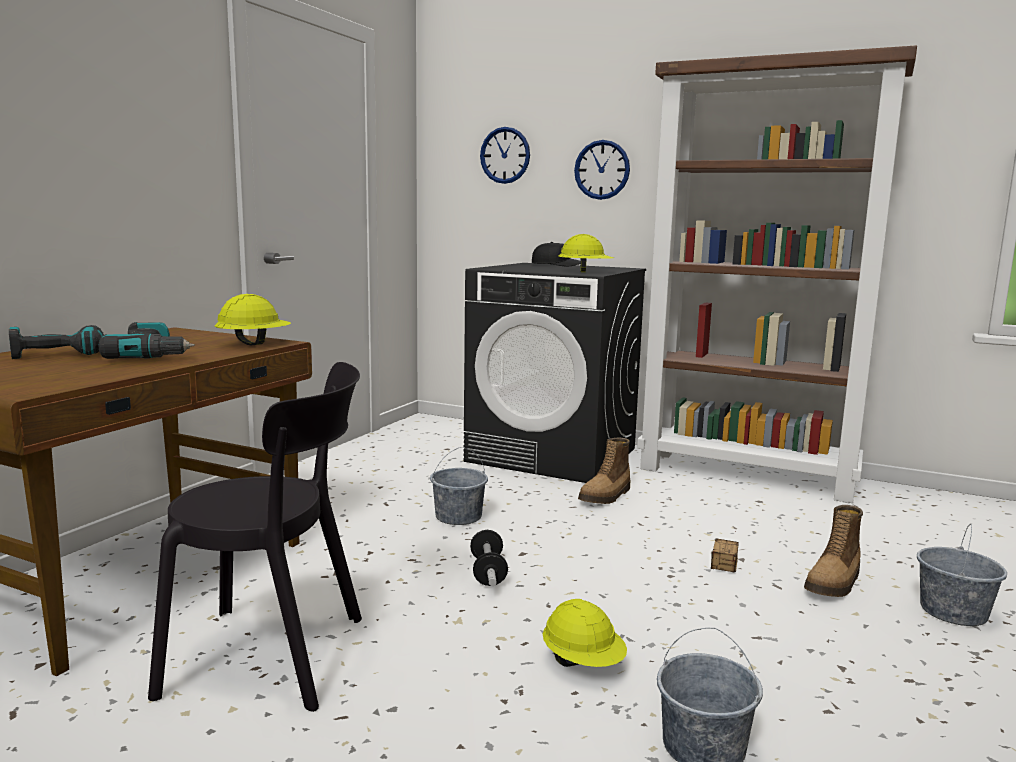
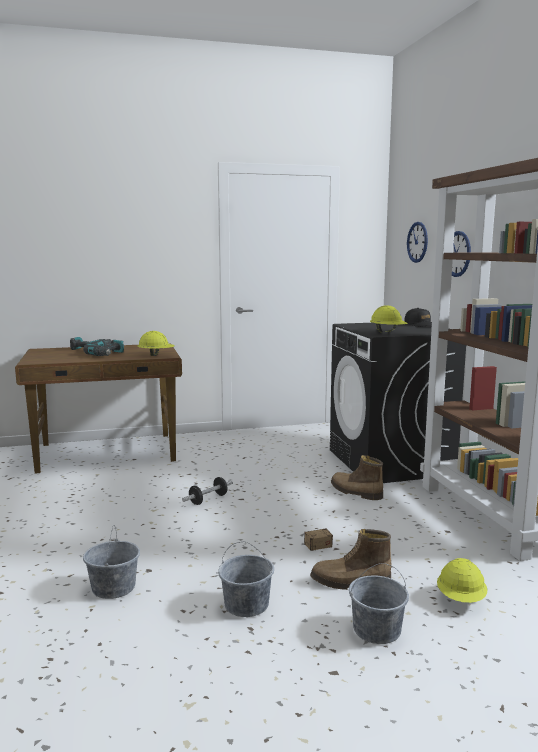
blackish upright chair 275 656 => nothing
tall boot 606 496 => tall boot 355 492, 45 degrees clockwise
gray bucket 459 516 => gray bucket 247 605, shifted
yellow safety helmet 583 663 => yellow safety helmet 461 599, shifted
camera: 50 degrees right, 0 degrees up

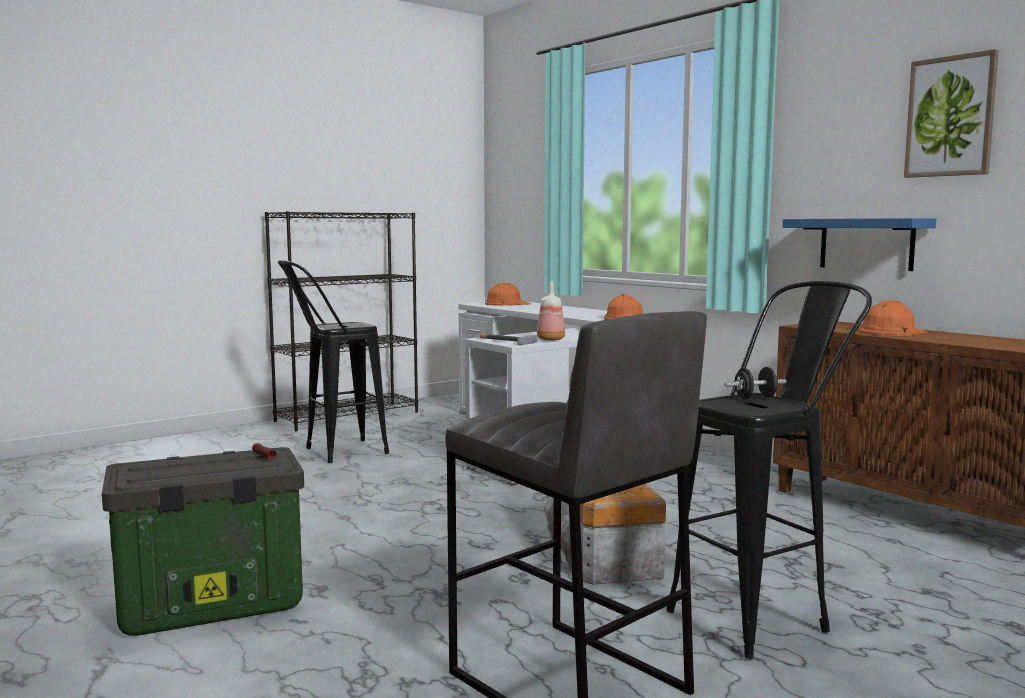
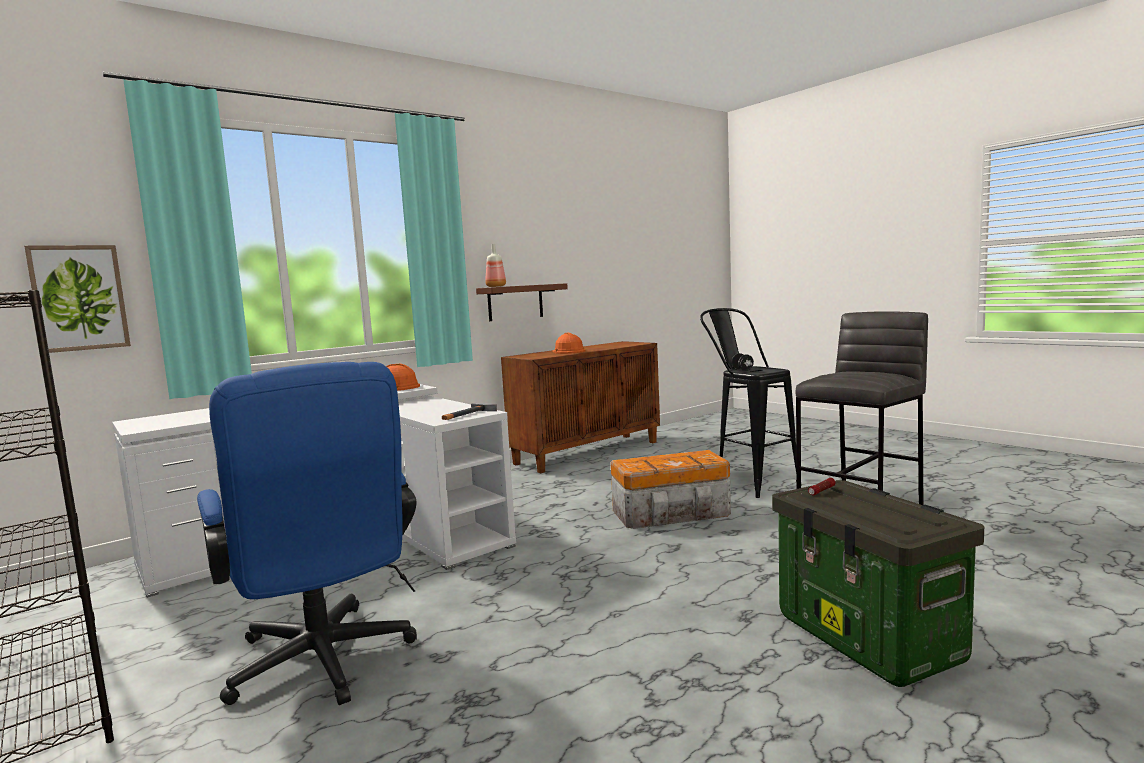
wall picture 950 116 => wall picture 79 298, shifted
blue wall shelf 866 244 => brown wall shelf 515 302
blackish stool 334 453 => blue desk chair 324 666
drink bottle 550 339 => drink bottle 495 286, shifted
orange-coloured safety helmet 506 303 => nothing
camera: 90 degrees left, 0 degrees up

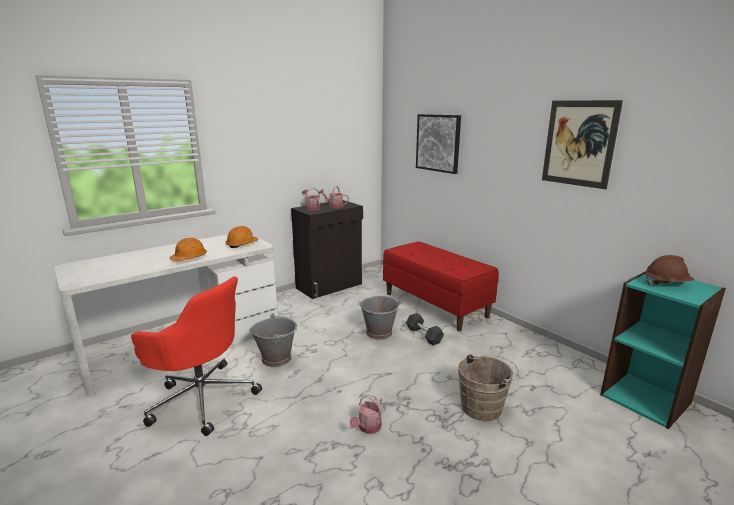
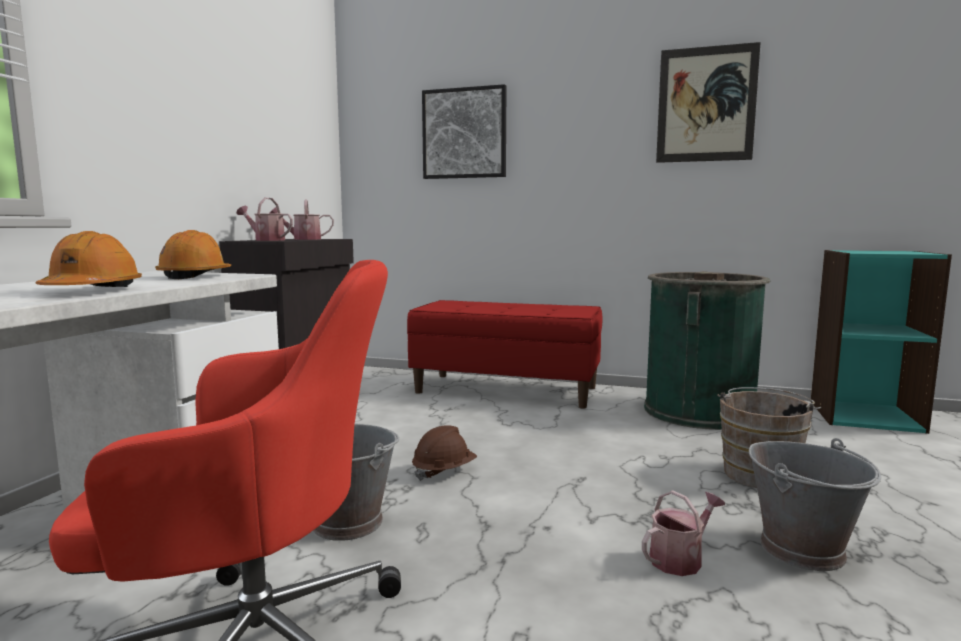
brown safety helmet 666 284 => brown safety helmet 444 471, shifted
gray bucket 379 333 => gray bucket 803 549, shifted
gray dumbbell 424 335 => nothing
sprinkling can 367 428 => sprinkling can 680 559, 120 degrees counterclockwise
nothing => green waste bin 699 411
camera: 35 degrees left, 10 degrees down

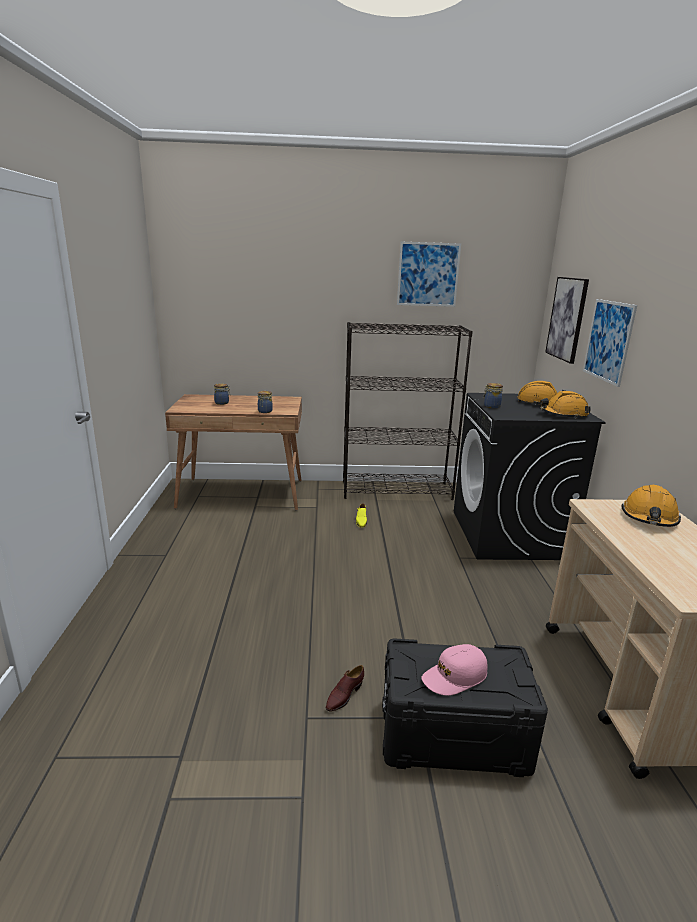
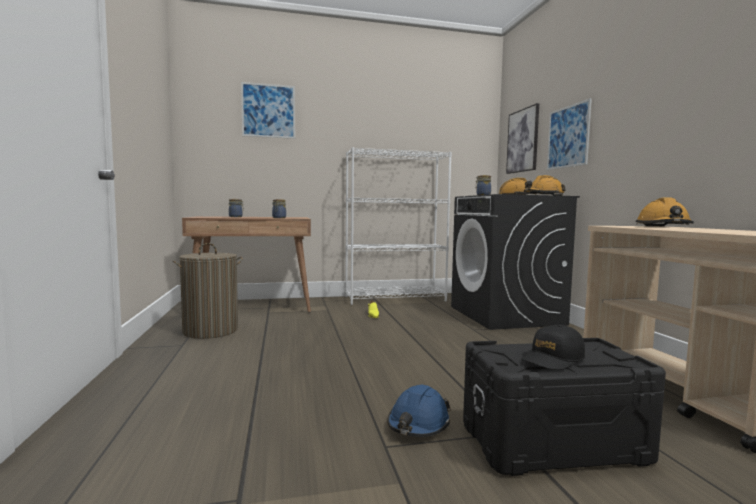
wall picture 428 274 => wall picture 268 111, shifted
blackish bookcase 397 490 => white-coloured bookcase 395 298
pinkish peaked cap 454 676 => blackish peaked cap 553 359
brown shoe 344 695 => blue safety helmet 418 424
nothing => laundry basket 210 331
camera: 10 degrees left, 15 degrees down

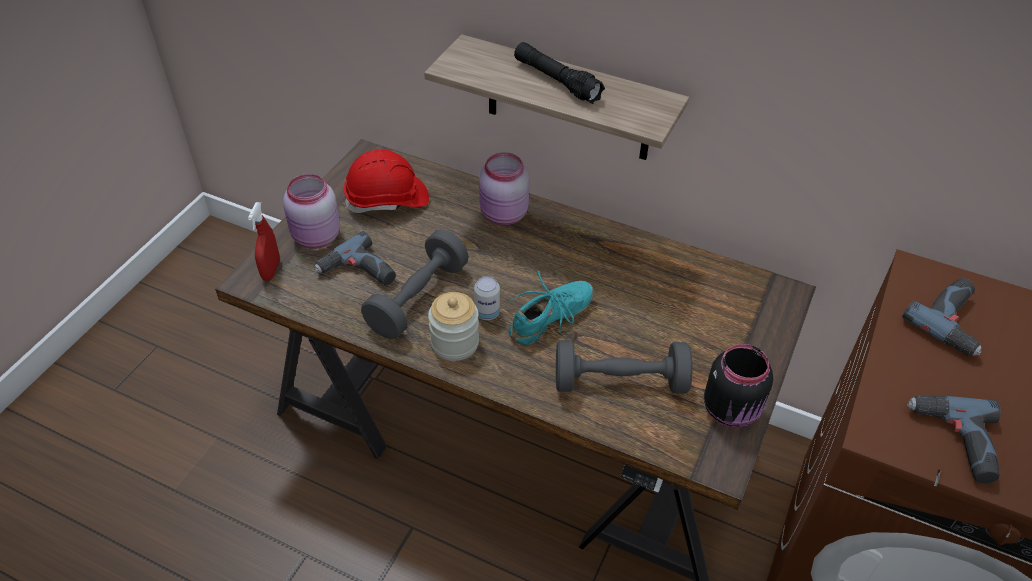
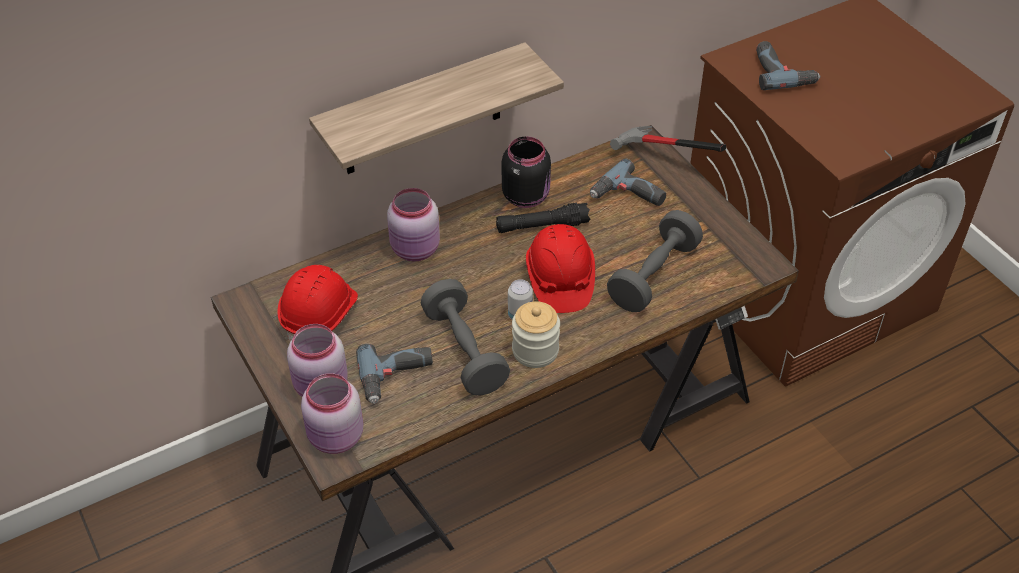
blackish flashlight 556 81 => blackish flashlight 542 226, shifted
red-coloured sprayer 271 271 => pinkish storage jar 336 438
blue-green shoe 551 319 => red-coloured safety helmet 559 280
blackish storage jar 732 410 => blackish storage jar 527 196, shifted
drill 954 442 => drill 628 196, shifted
nothing => tool hammer 661 160
camera: 55 degrees left, 0 degrees up

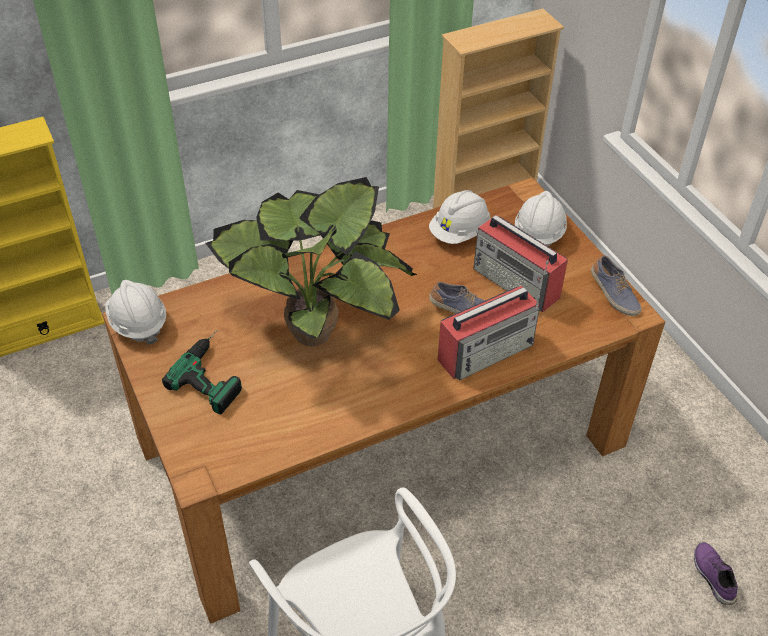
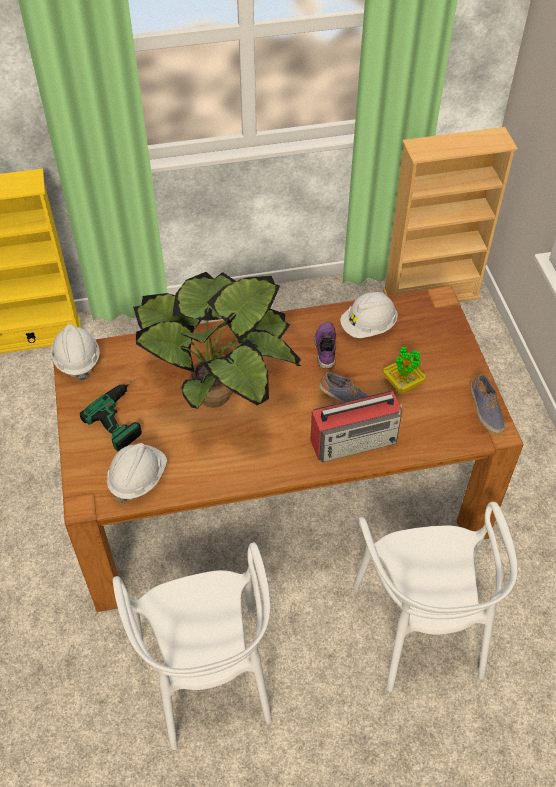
white-coloured safety helmet 539 233 => white-coloured safety helmet 138 479, shifted
radio 516 283 => potted plant 402 383
purple shoe 712 576 => purple shoe 325 348, shifted
nothing => white-coloured upright chair 421 626
camera: 15 degrees right, 5 degrees up

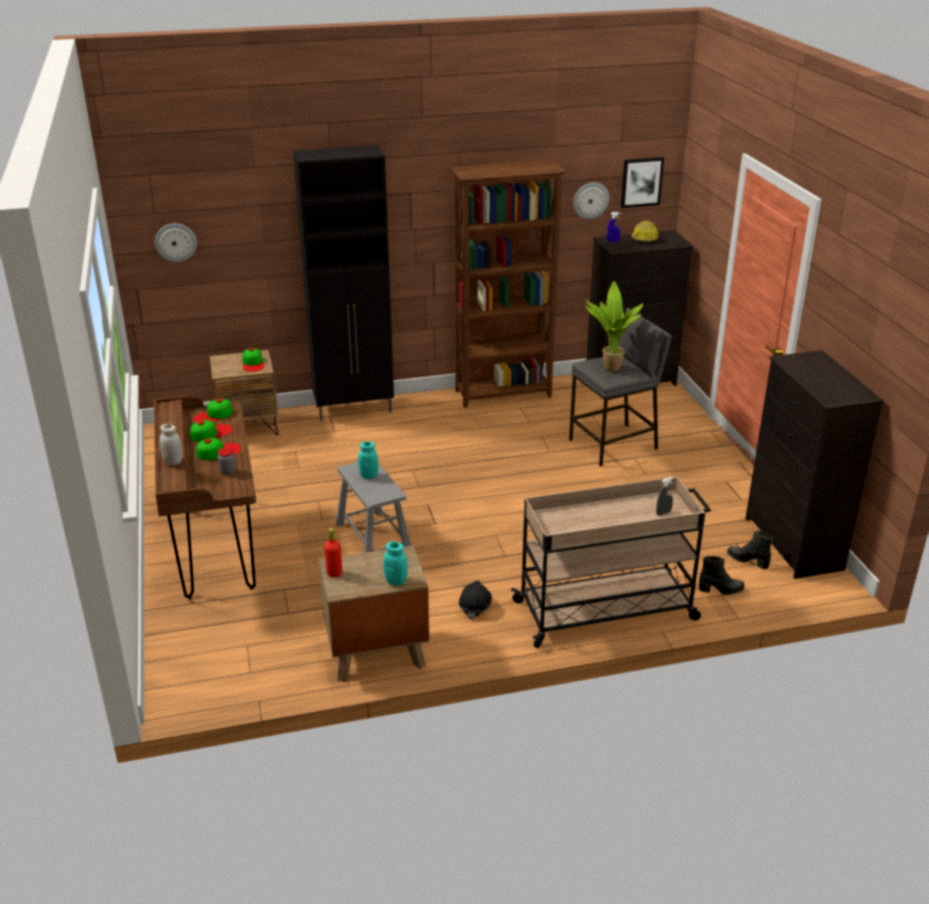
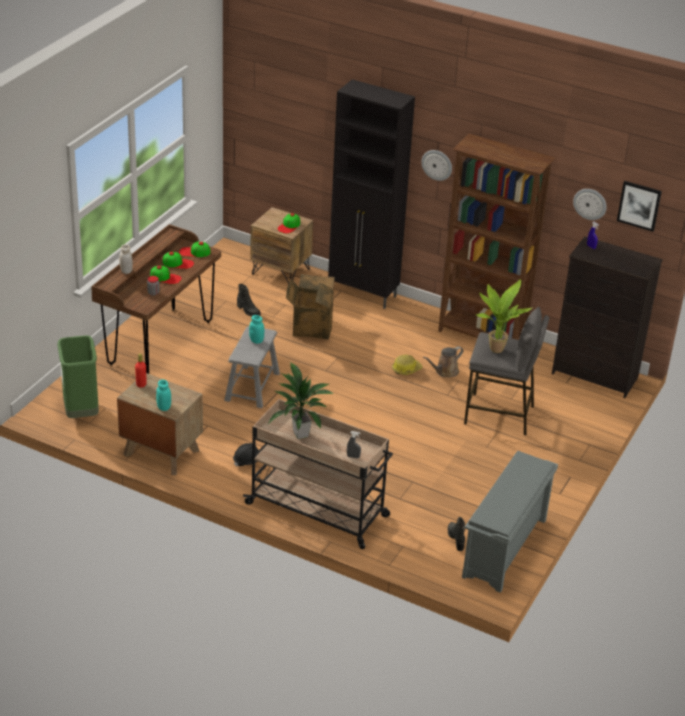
safety helmet 645 238 => safety helmet 406 369, shifted
hanging clock 175 242 => hanging clock 437 164, shifted
blackish dresser 792 544 => gray shoe shelf 505 549
blackish tall boot 721 590 => blackish tall boot 248 311, shifted
nothing => cardboard box 310 327
nothing => green waste bin 81 413
nothing => brown sprinkling can 445 372
nothing => potted plant 301 434
camera: 40 degrees right, 5 degrees up

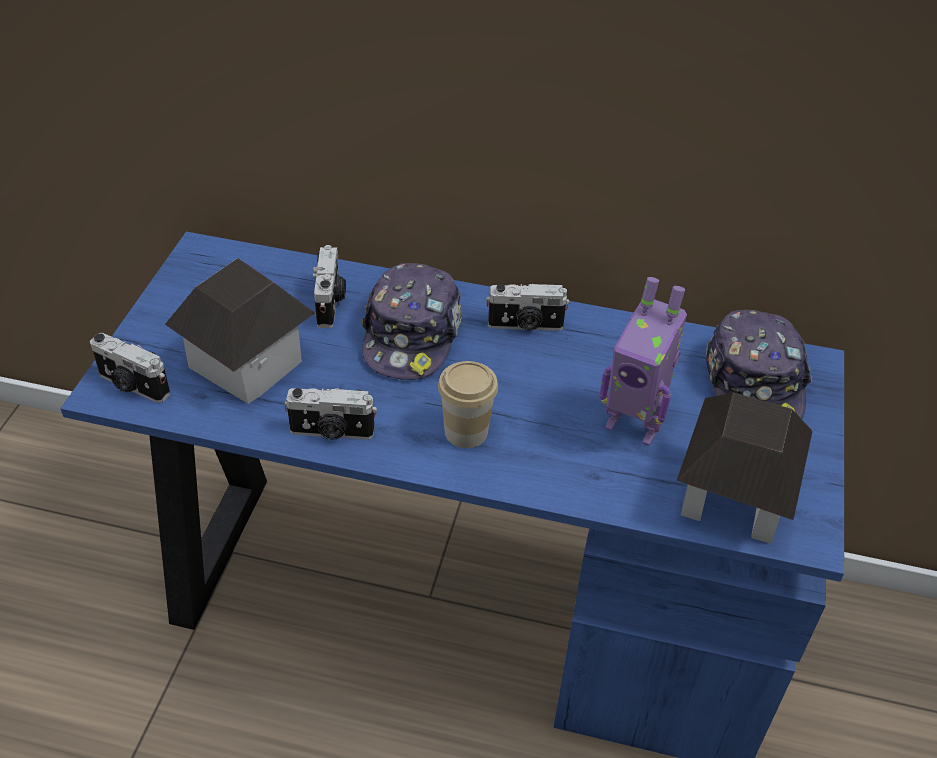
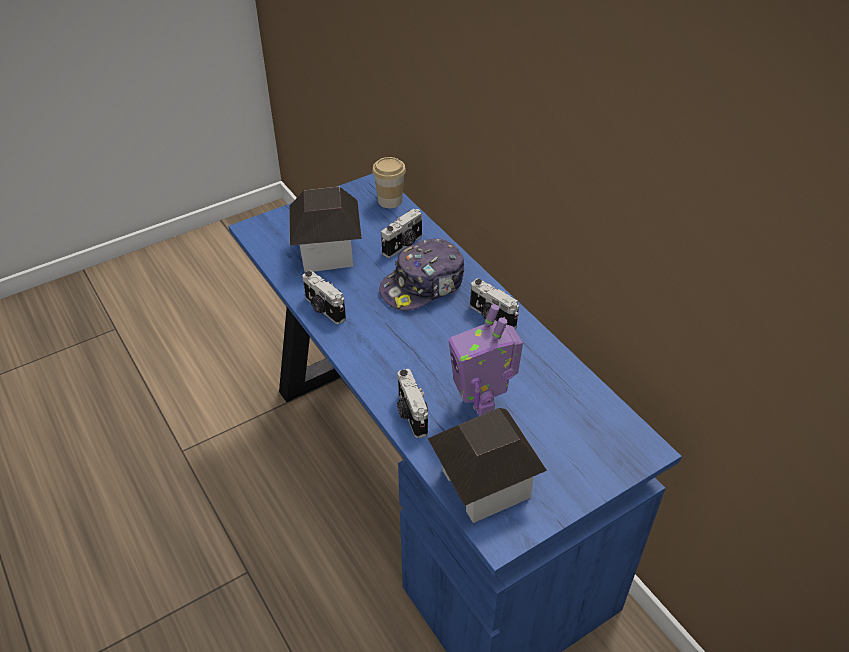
peaked cap 754 384 => nothing
still camera 132 386 => still camera 410 414, shifted
drinking cup 466 432 => drinking cup 390 201, shifted
camera: 45 degrees right, 0 degrees up

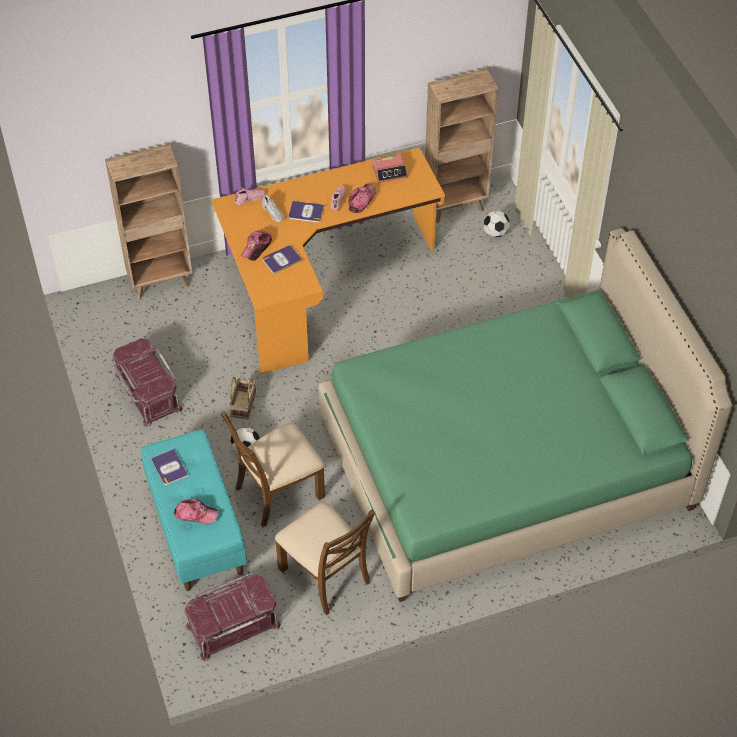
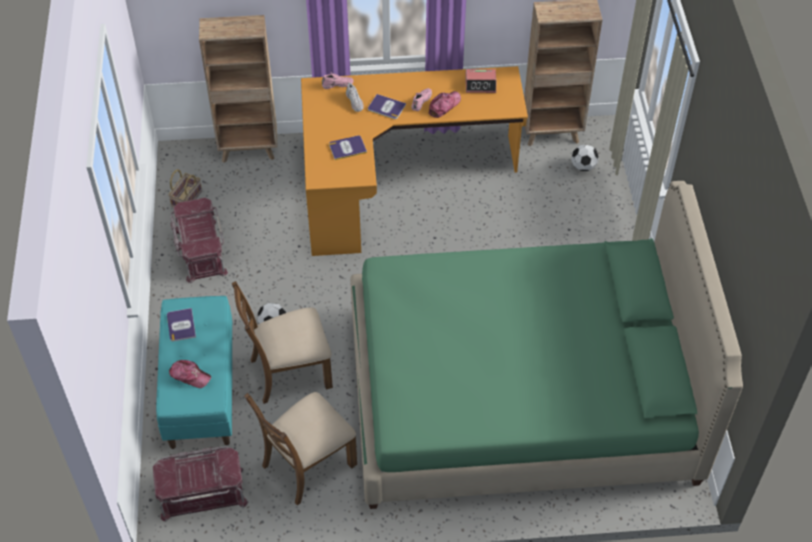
peaked cap 257 247 => nothing
basket 243 404 => basket 186 198, shifted
brown upright chair 326 575 => brown upright chair 307 464, 75 degrees clockwise
camera: 15 degrees right, 0 degrees up

